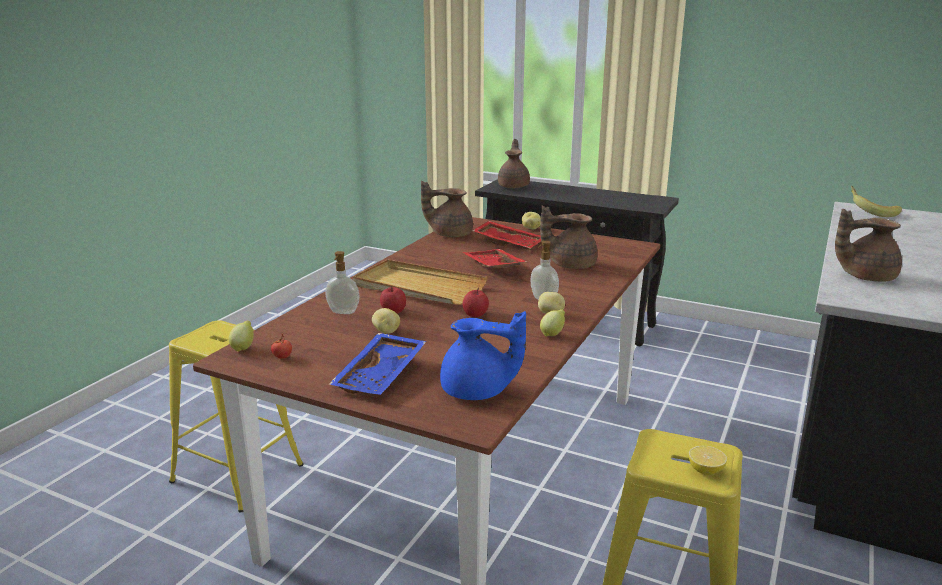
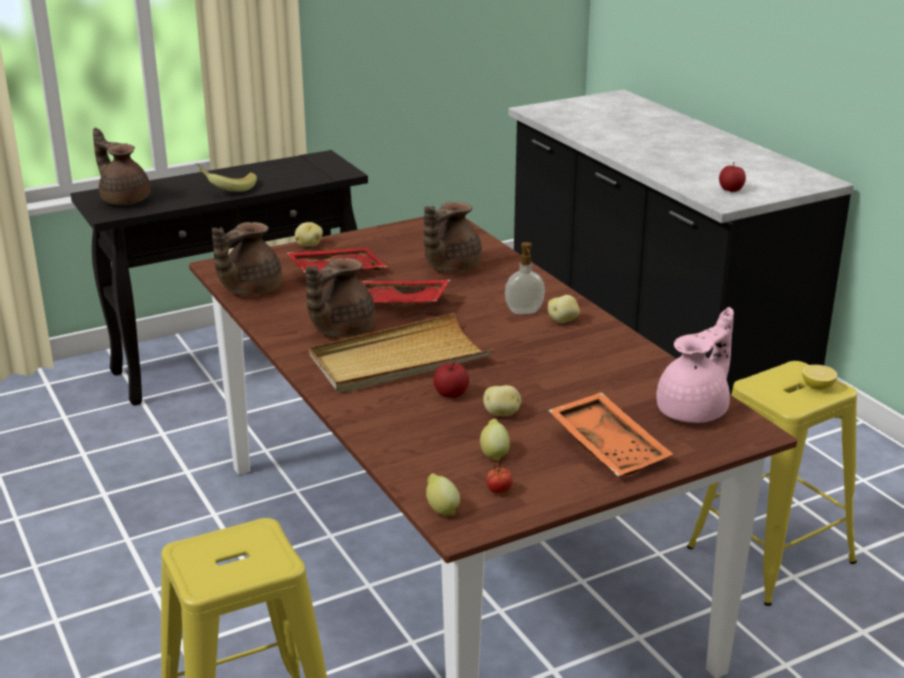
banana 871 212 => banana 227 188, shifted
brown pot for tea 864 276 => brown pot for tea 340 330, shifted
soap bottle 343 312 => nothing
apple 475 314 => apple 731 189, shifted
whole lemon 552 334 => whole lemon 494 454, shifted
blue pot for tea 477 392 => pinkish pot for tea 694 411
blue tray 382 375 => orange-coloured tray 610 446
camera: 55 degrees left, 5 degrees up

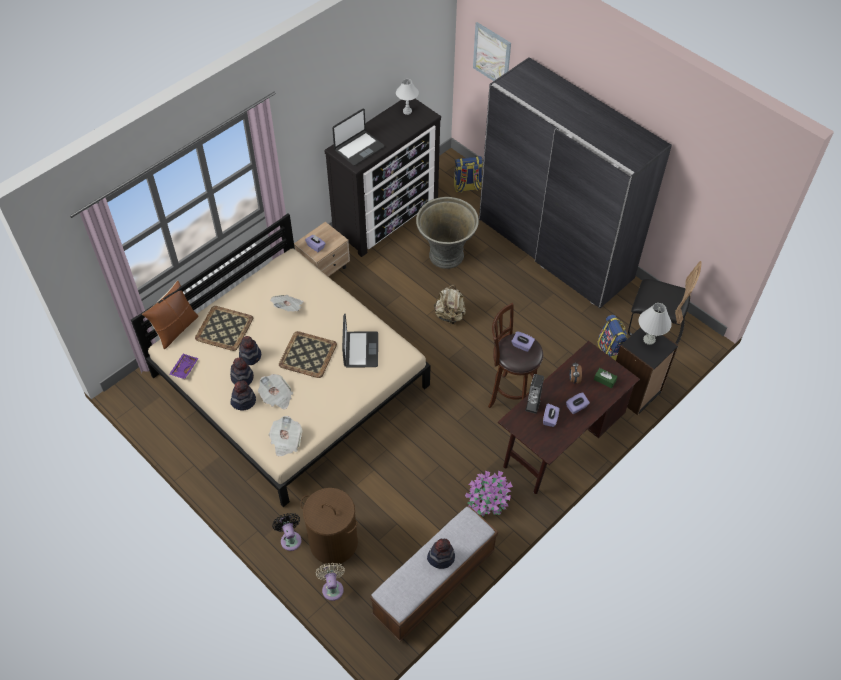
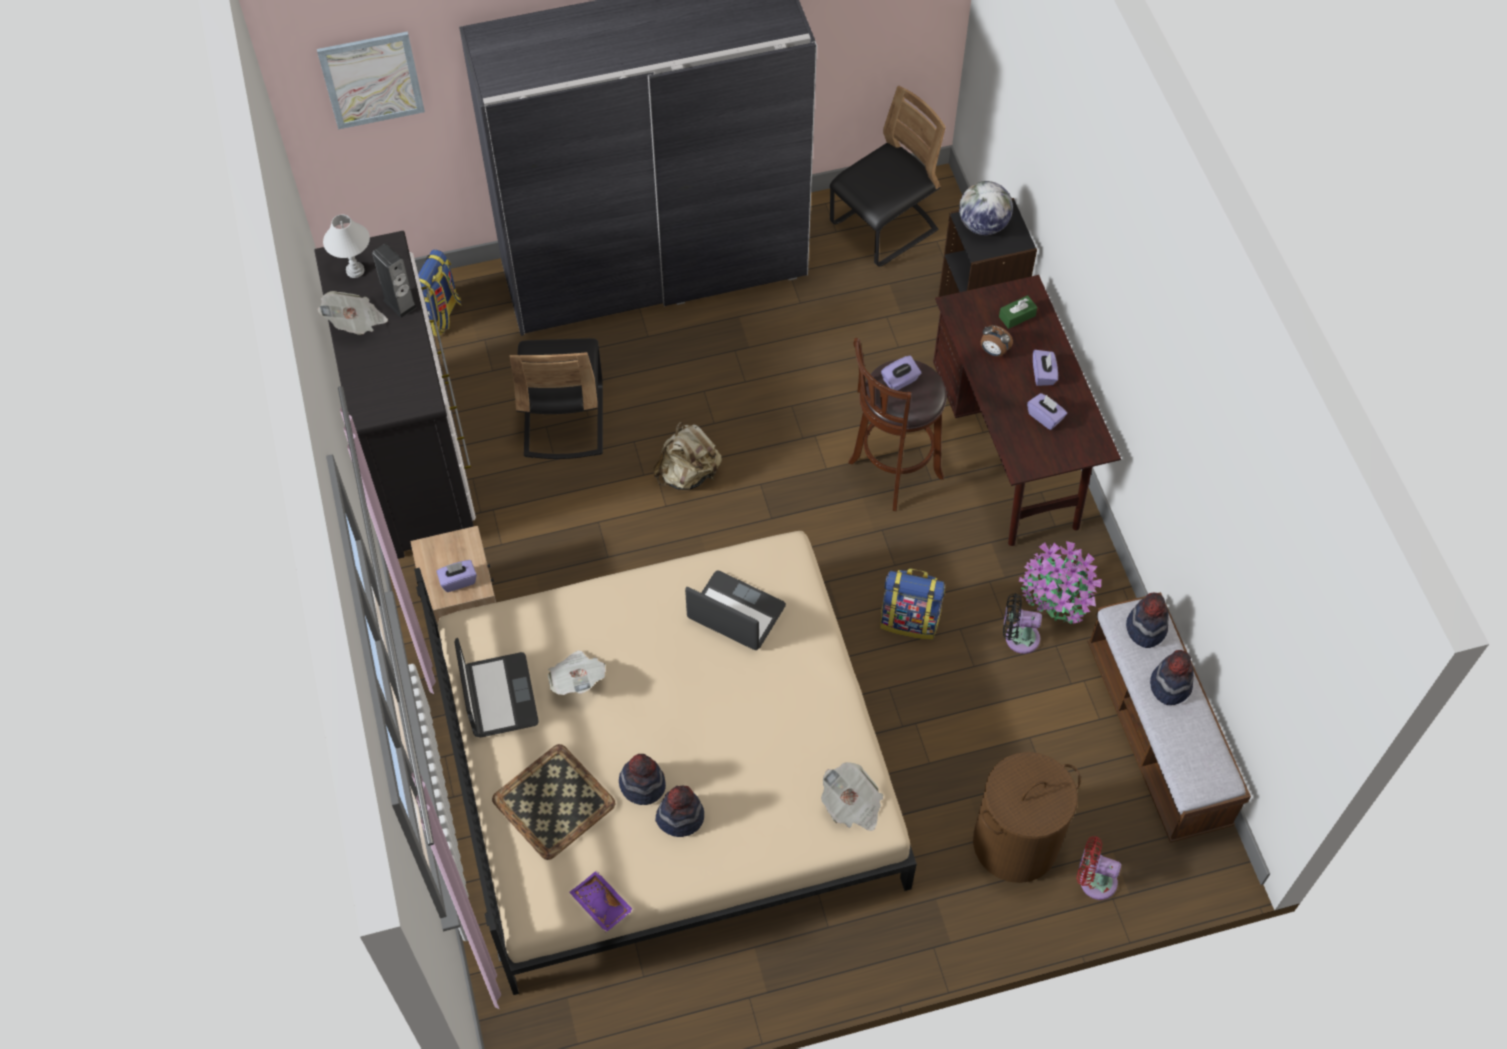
portable computer 358 148 => portable computer 499 696, shifted
gray planter 445 256 => blackish upright chair 563 419
brown pillow 176 329 => nothing
white-coloured tabletop lamp 649 339 => world globe 983 225
backpack 610 352 => backpack 910 620, shifted
tray 307 354 => nothing
daily paper 276 397 => daily paper 356 323, shifted
speaker 532 405 => speaker 400 303, shifted
wearable hat 243 401 => wearable hat 1145 628, shifted
blackish fan 290 539 => blackish fan 1018 637, shifted
sand-coloured fan 332 588 => red-coloured fan 1094 880
camera: 60 degrees left, 5 degrees up

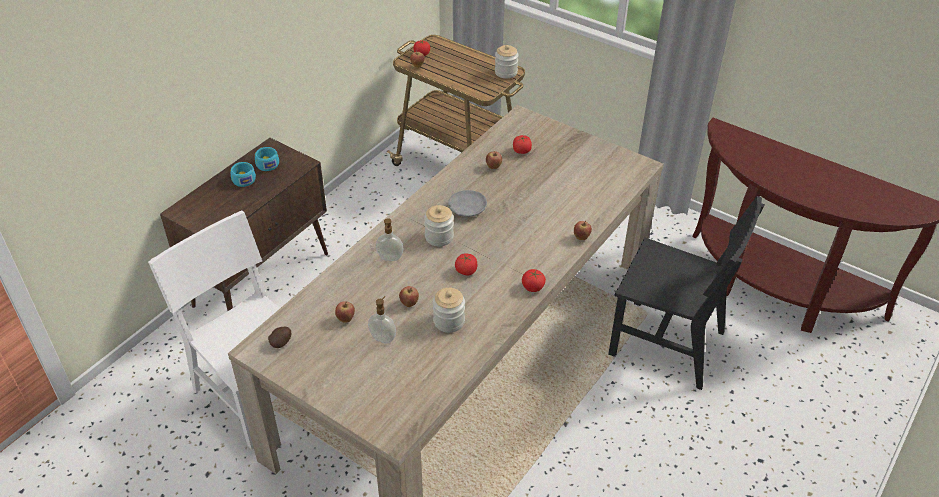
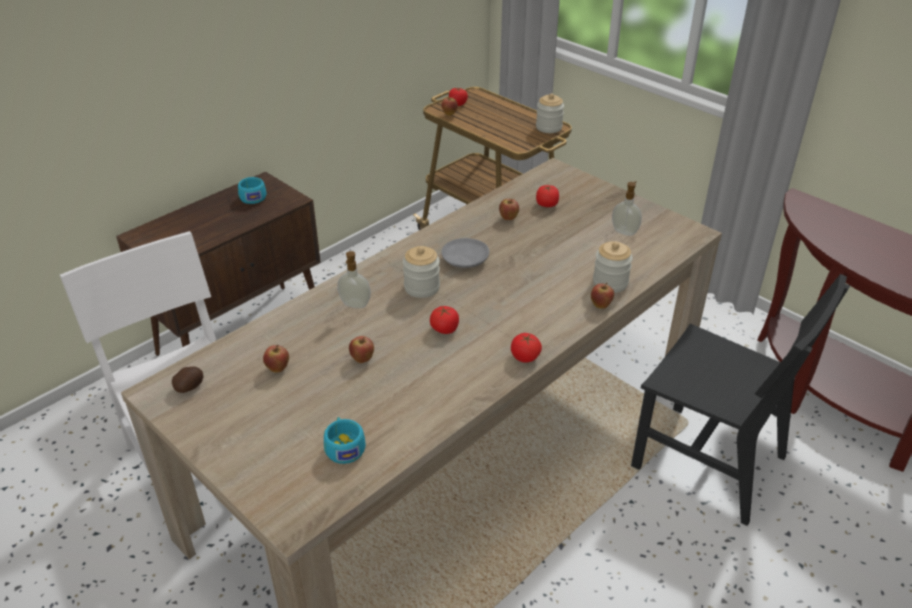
blue-green drinking cup 243 178 => blue-green drinking cup 344 446, shifted
storage jar 449 321 => storage jar 610 282, shifted
soap bottle 383 338 => soap bottle 625 231, shifted
camera: 10 degrees right, 5 degrees down

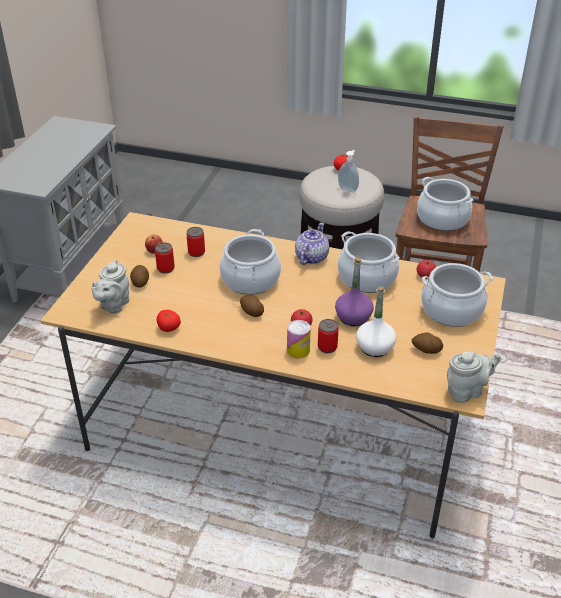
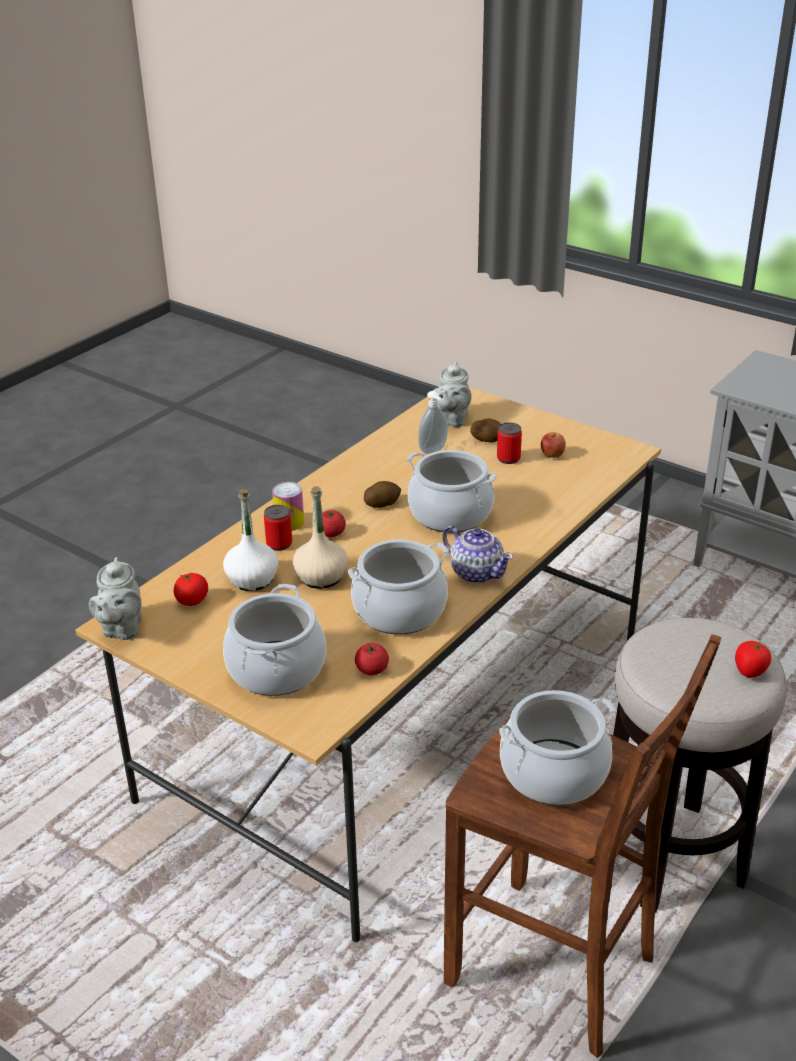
soap bottle 348 189 => soap bottle 434 450, shifted
metal can 196 252 => nothing
purple drink bottle 353 317 => sand-coloured drink bottle 321 577
gray pot for tea 113 305 => gray pot for tea 451 420, 120 degrees counterclockwise
whole tomato 168 328 => whole tomato 192 601, shifted
potato 426 350 => nothing
camera: 110 degrees right, 5 degrees down

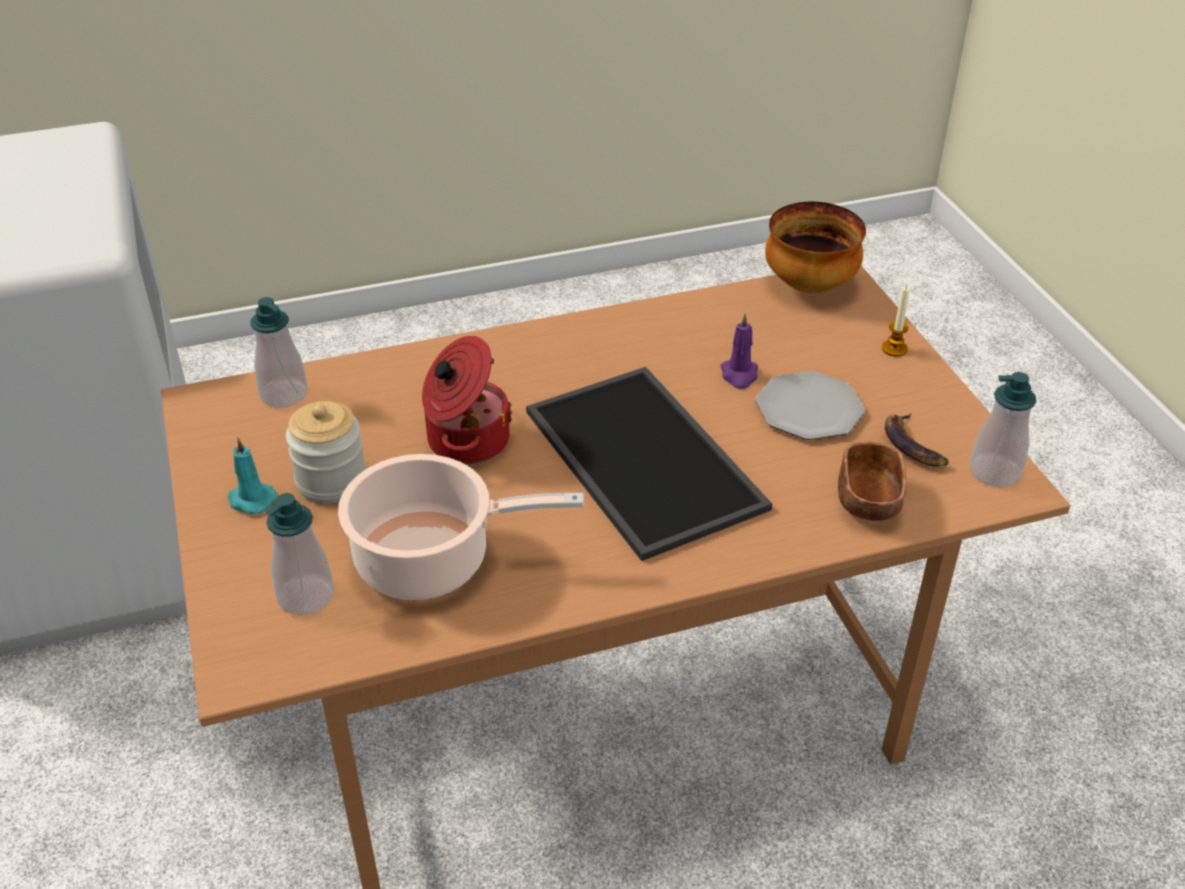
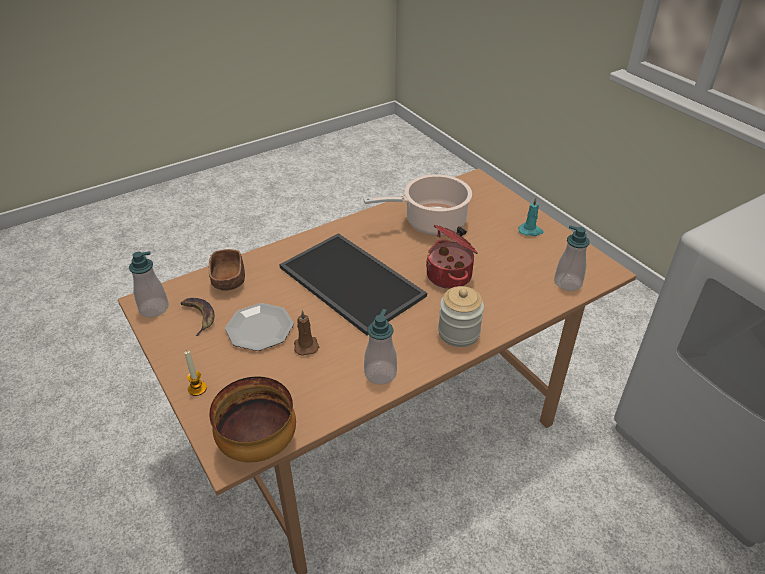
purple candle 739 375 => brown candle 306 345
storage jar 331 481 => storage jar 459 333, shifted
soap bottle 305 596 => soap bottle 380 373, shifted
camera: 165 degrees right, 0 degrees up

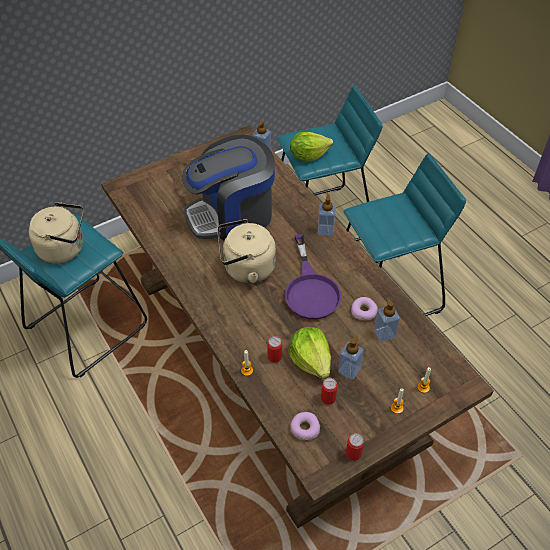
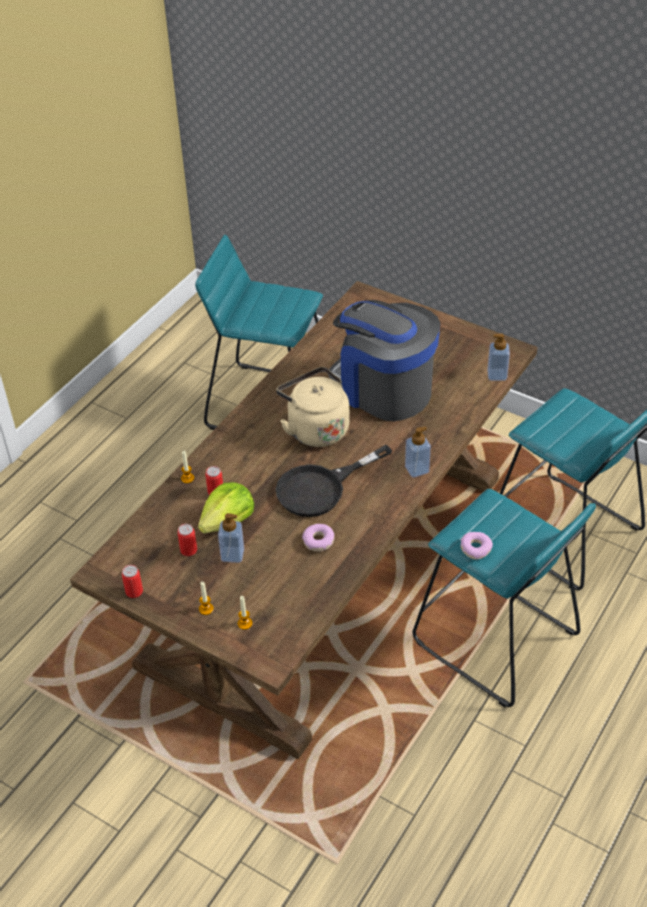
lettuce 308 155 => nothing
sand-coloured kettle 64 248 => nothing
purple skillet 311 289 => blackish skillet 321 488
soap bottle 384 333 => nothing
ring doughnut 304 428 => ring doughnut 475 548, shifted
camera: 65 degrees right, 5 degrees down

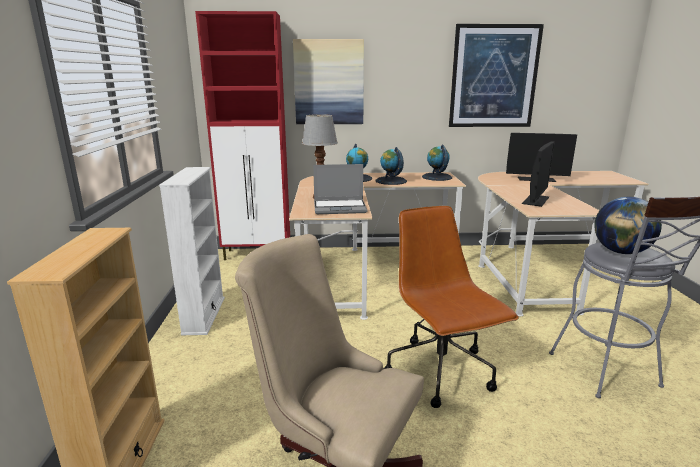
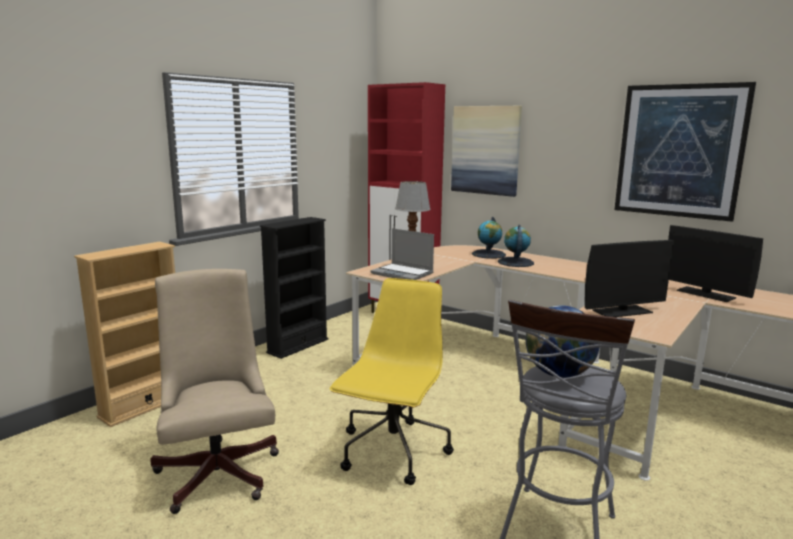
world globe 436 177 => nothing
white-coloured bookcase 204 315 => blackish bookcase 298 346
brown desk chair 441 372 => yellow desk chair 393 452
camera: 40 degrees right, 5 degrees down

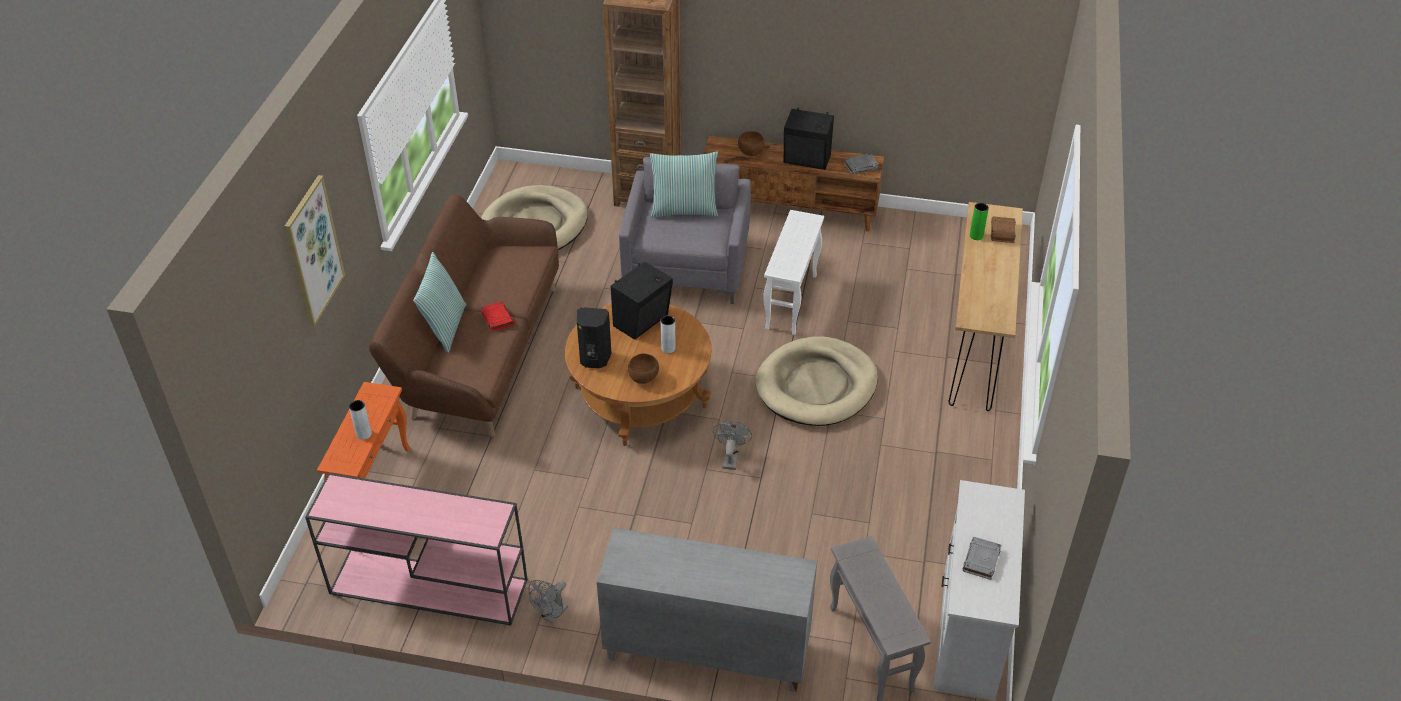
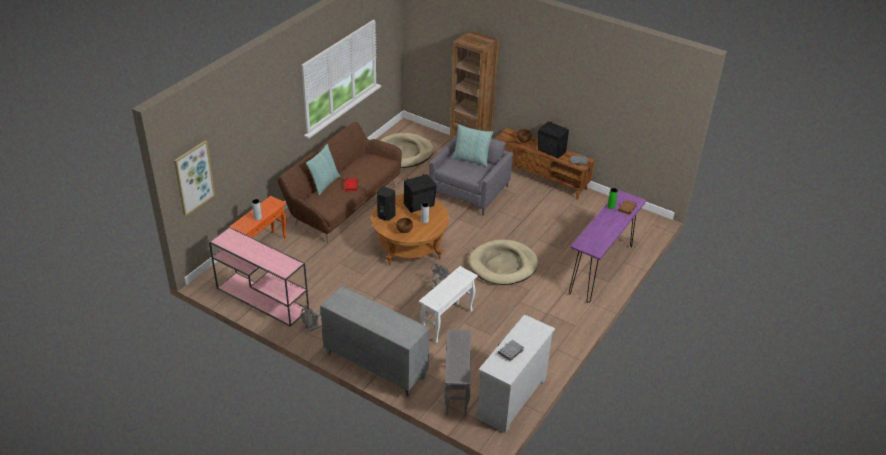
wall picture 313 251 => wall picture 194 177, shifted
brown console table 975 345 => purple console table 601 269
white-coloured side table 791 302 => white-coloured side table 447 322, shifted
camera: 20 degrees right, 5 degrees down

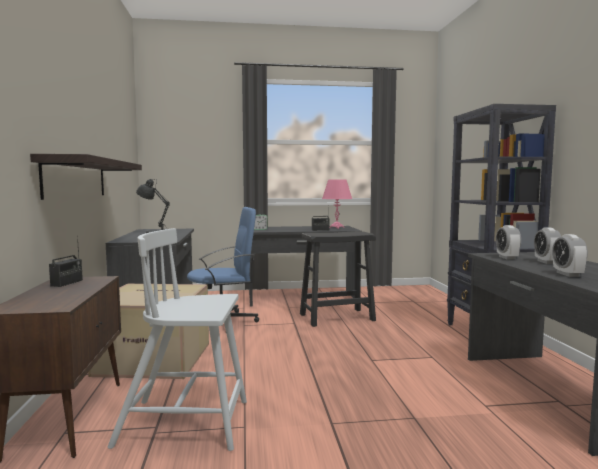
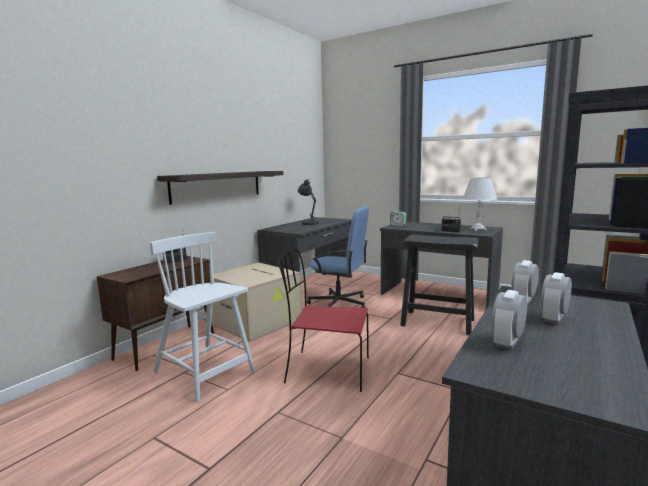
pinkish tabletop lamp 336 228 => white-coloured tabletop lamp 478 229
nothing => red-coloured upright chair 326 370
camera: 40 degrees right, 5 degrees up

